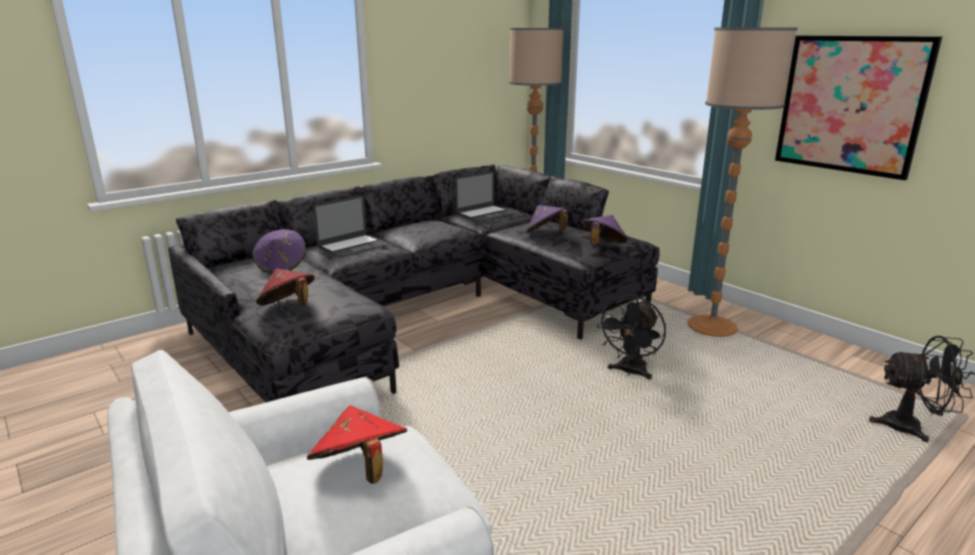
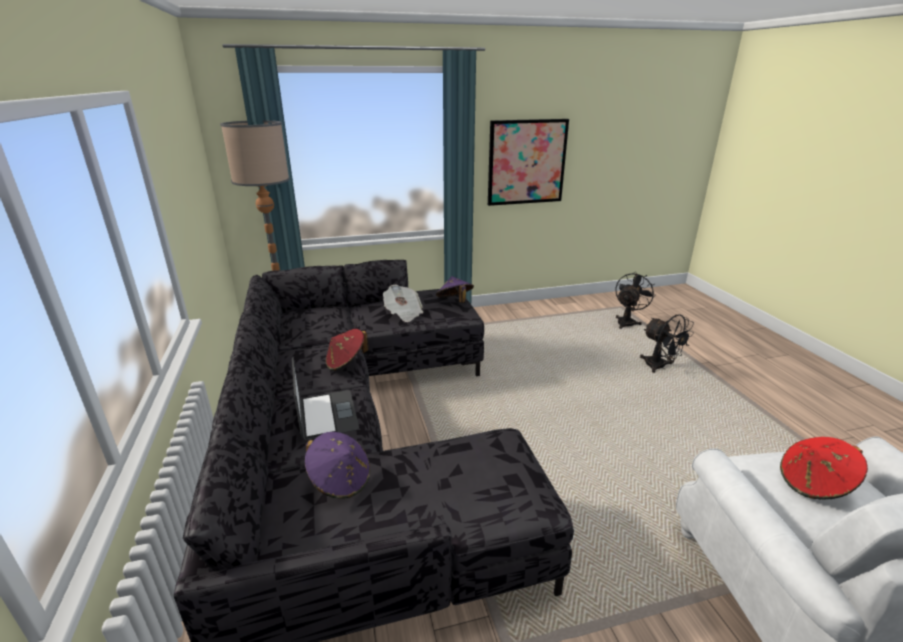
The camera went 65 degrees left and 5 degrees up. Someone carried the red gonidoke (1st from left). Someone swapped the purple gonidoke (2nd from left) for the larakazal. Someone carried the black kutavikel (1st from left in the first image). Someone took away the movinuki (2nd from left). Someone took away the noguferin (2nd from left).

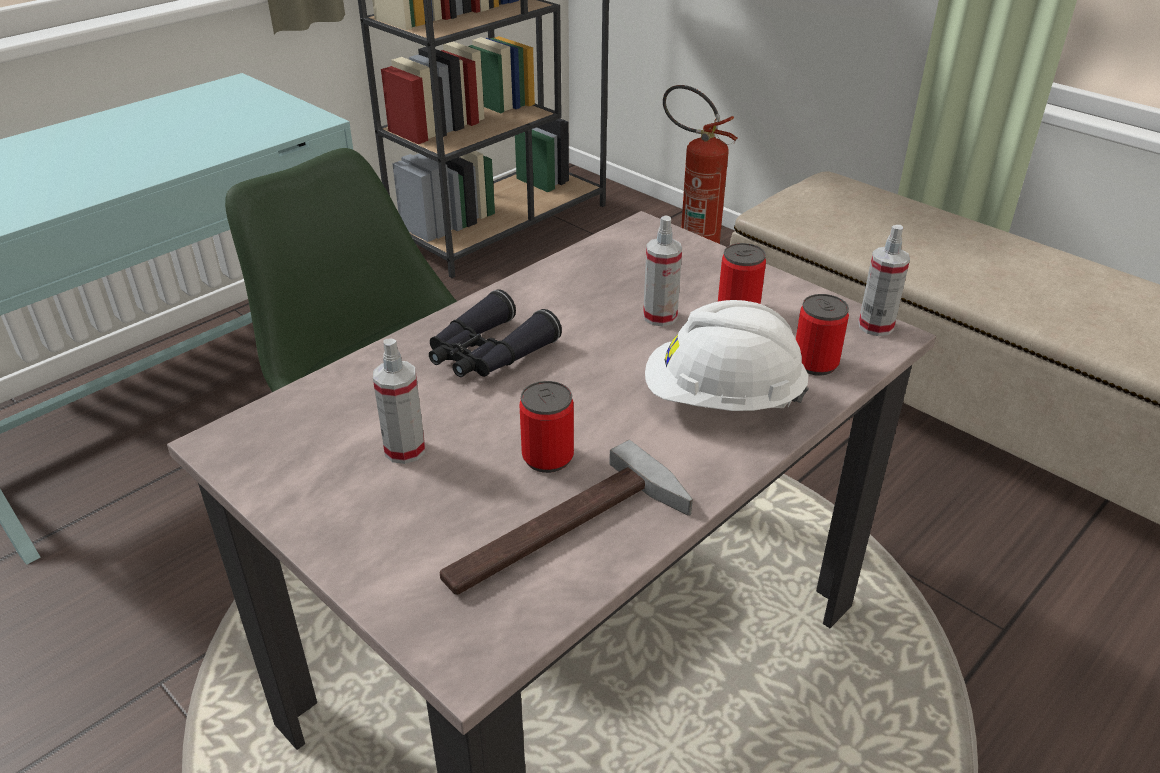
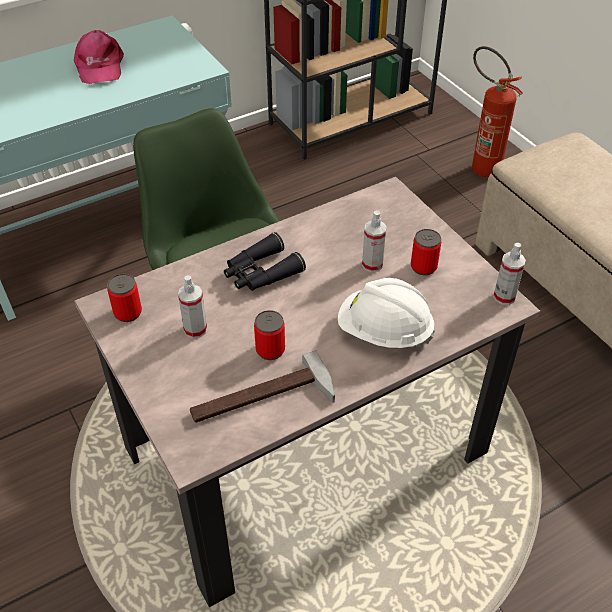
The camera went 15 degrees right and 10 degrees up. Someone put down the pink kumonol. Someone carried the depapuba (3rd from left in the first image).

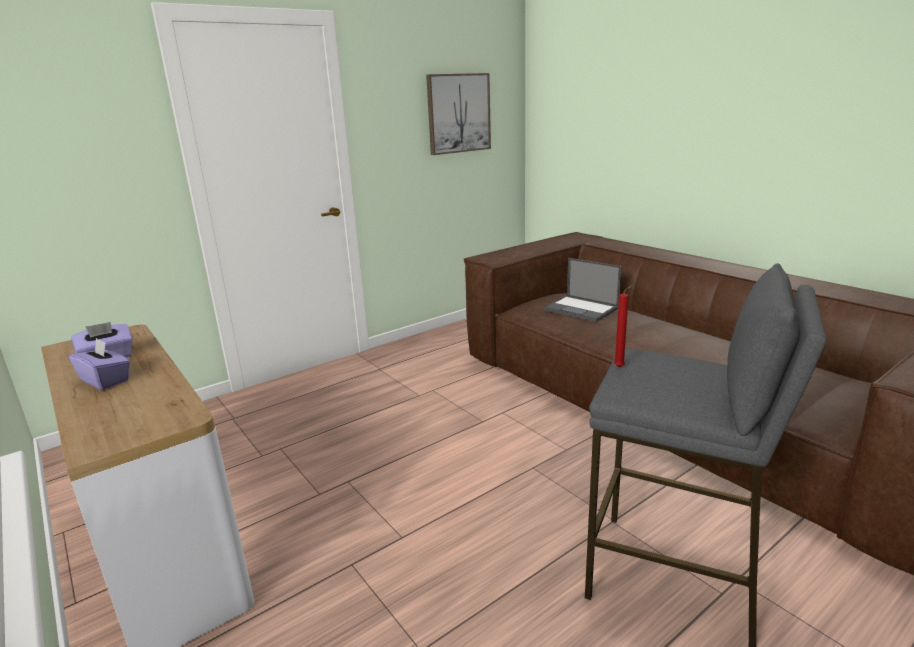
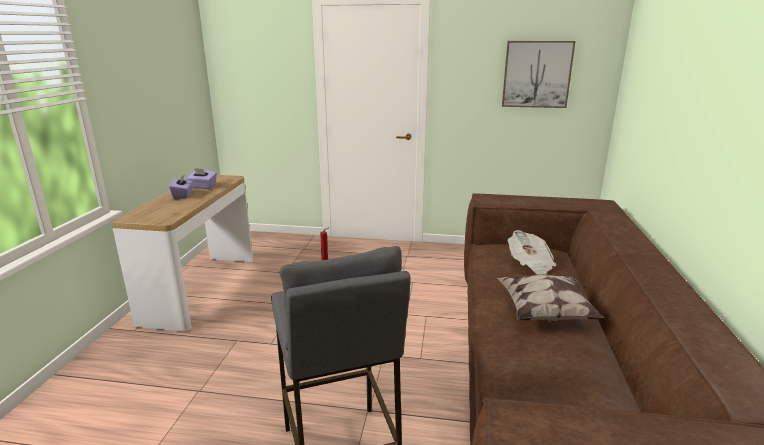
The camera went 45 degrees right and 0 degrees up. Someone put down the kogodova. Someone swapped the movinuki for the larakazal.

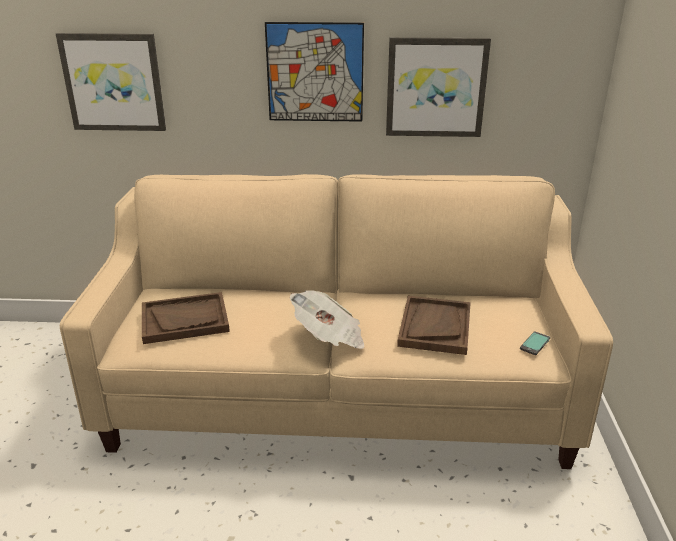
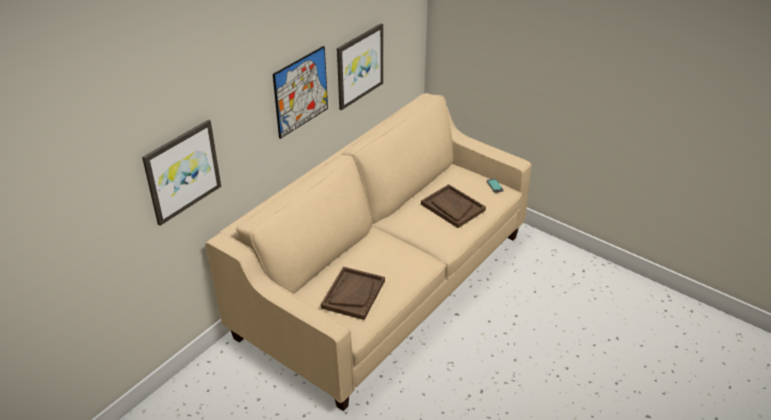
The camera went 55 degrees left and 10 degrees up. Someone took away the larakazal.

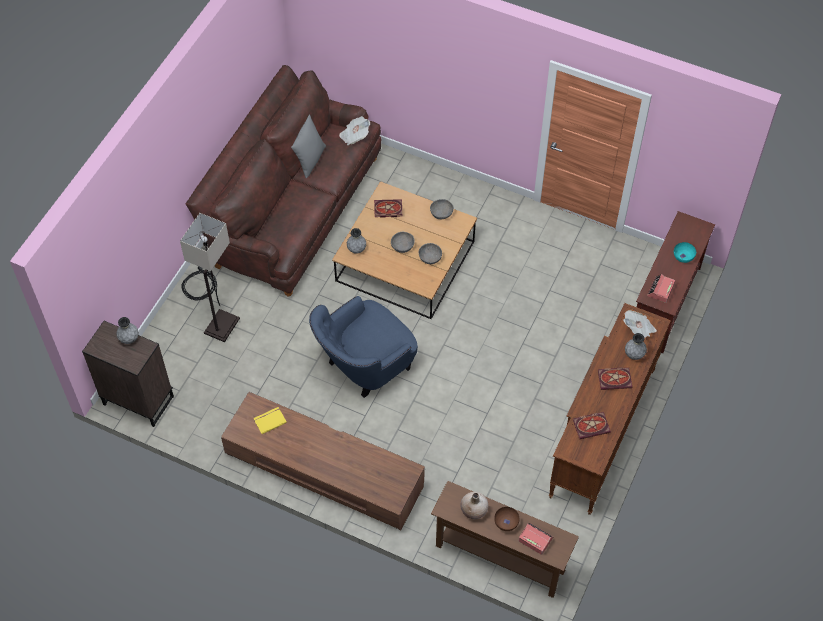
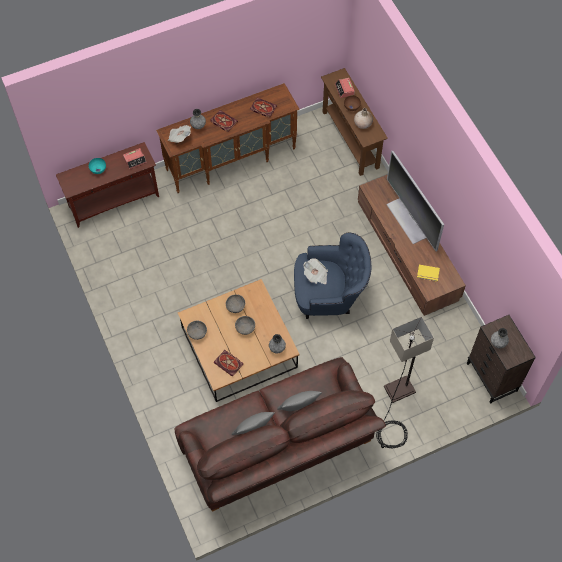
The camera went 140 degrees left and 5 degrees up. Someone put down the grey kogodova (2nd from left). Someone carried the larakazal (1st from left in the first image). Someone put down the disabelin.

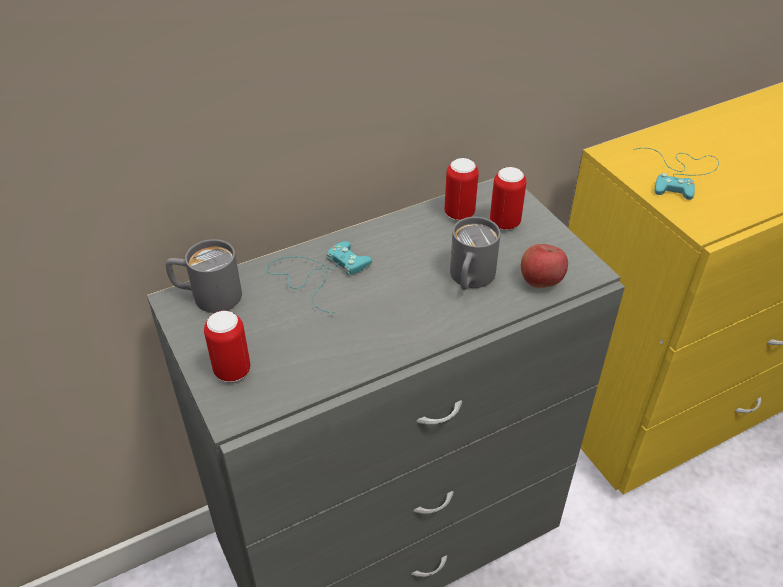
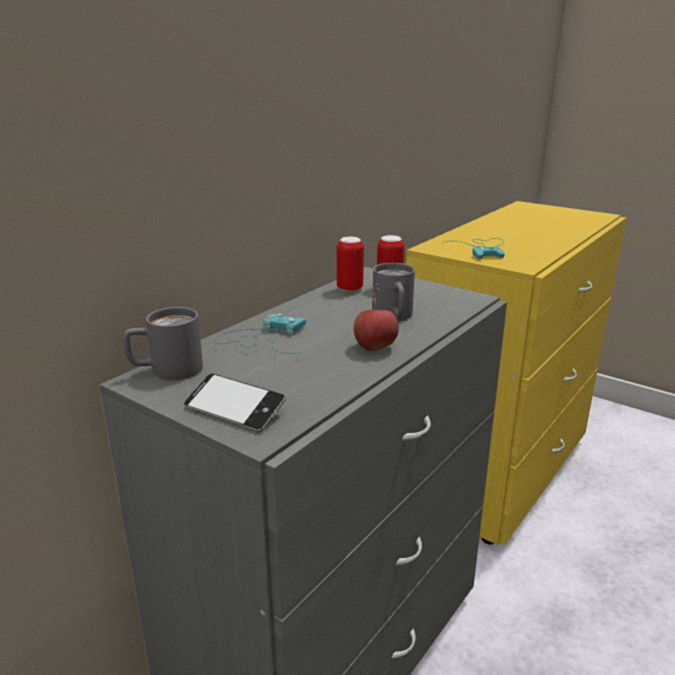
The camera went 25 degrees left and 20 degrees down. Someone swapped the depapuba (1st from left) for the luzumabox. Someone carried the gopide.

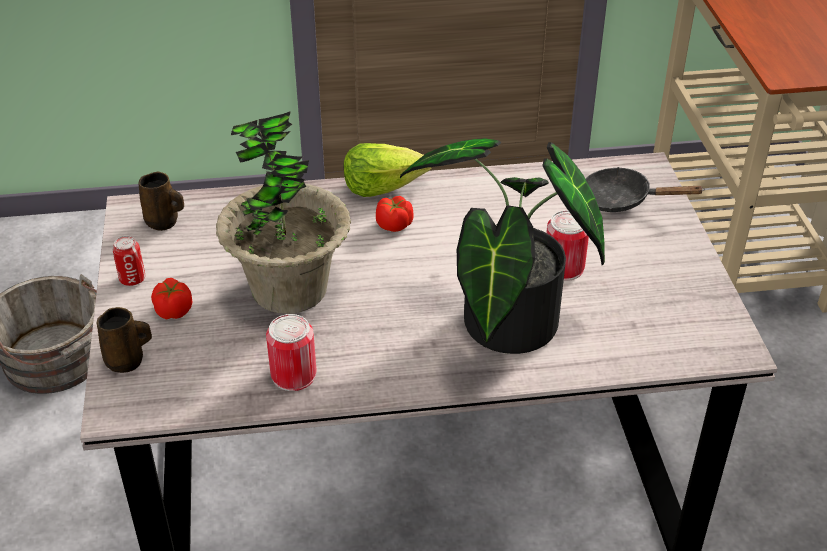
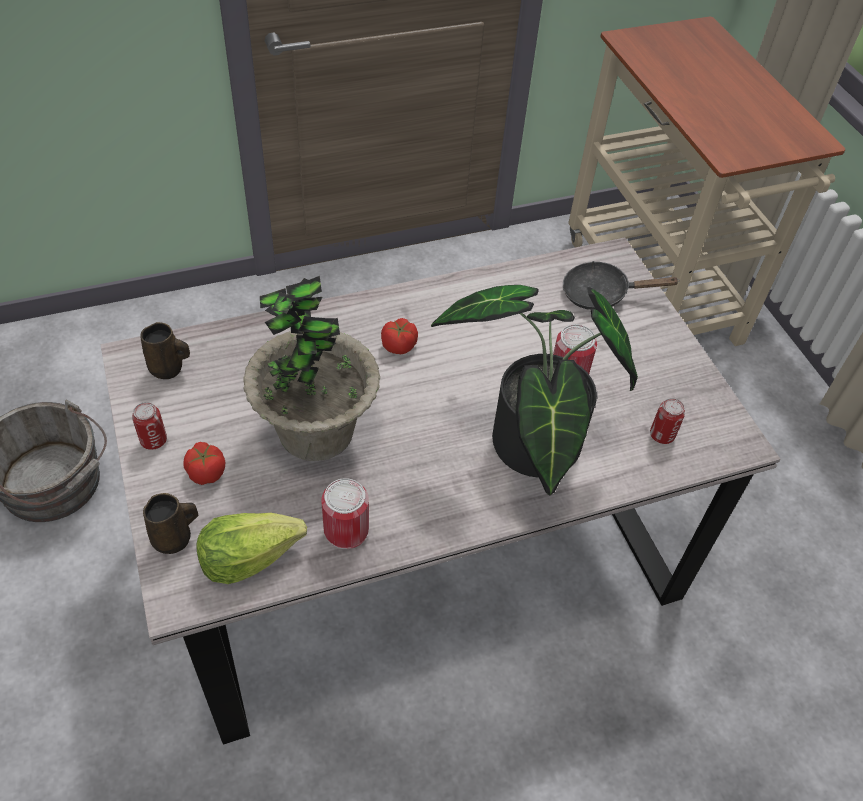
The camera went 15 degrees left and 10 degrees up. Someone carried the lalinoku. Someone put down the depapuba (4th from left).

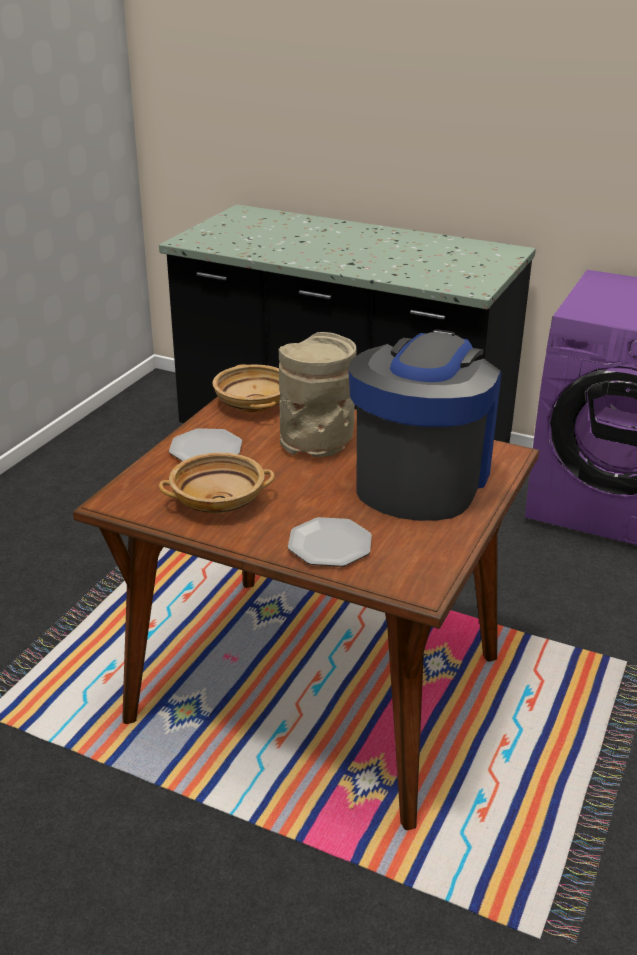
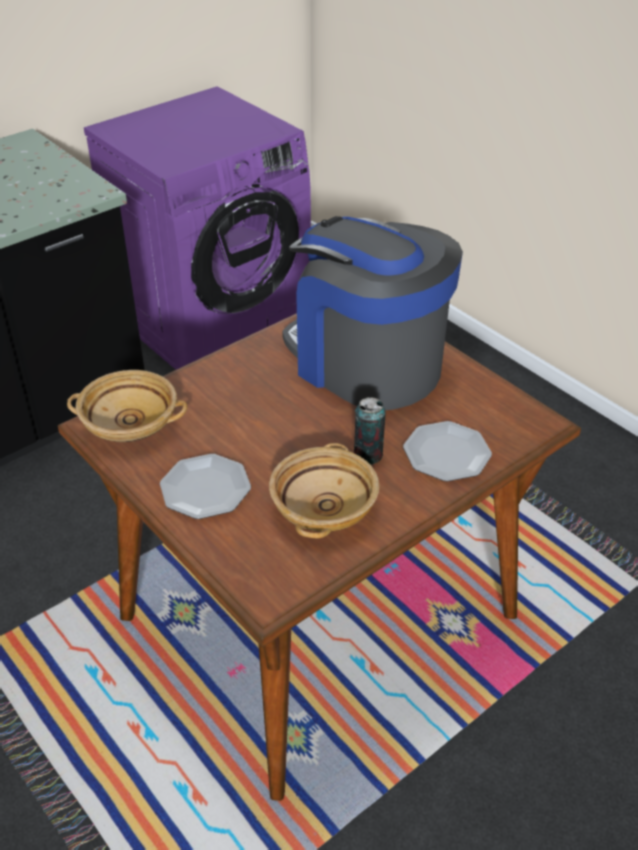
The camera went 65 degrees left and 10 degrees up. Someone put down the depapuba. Someone took away the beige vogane.

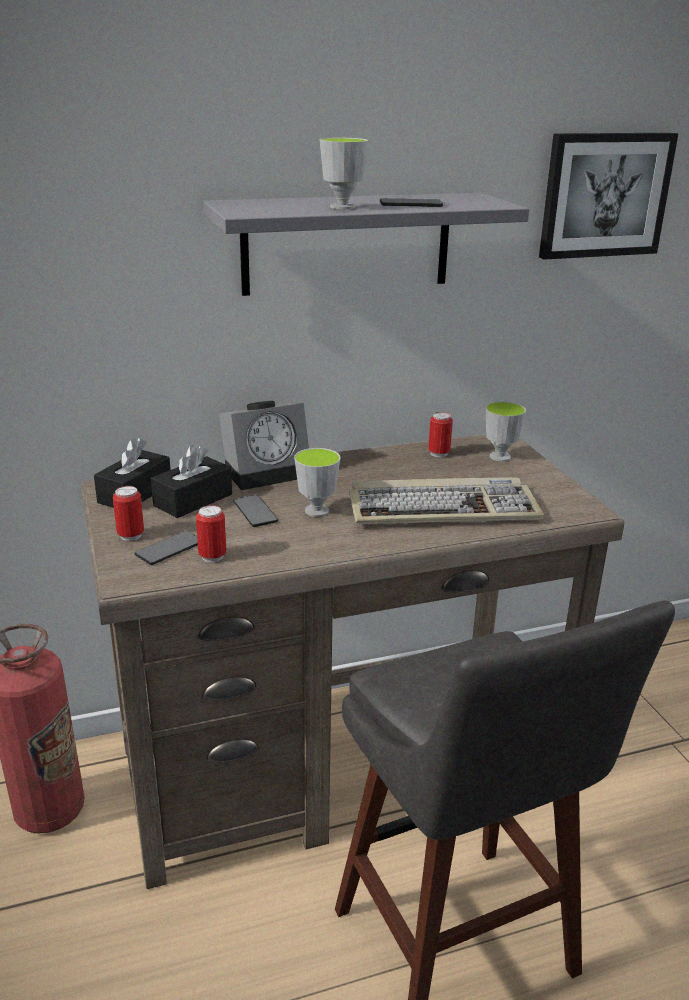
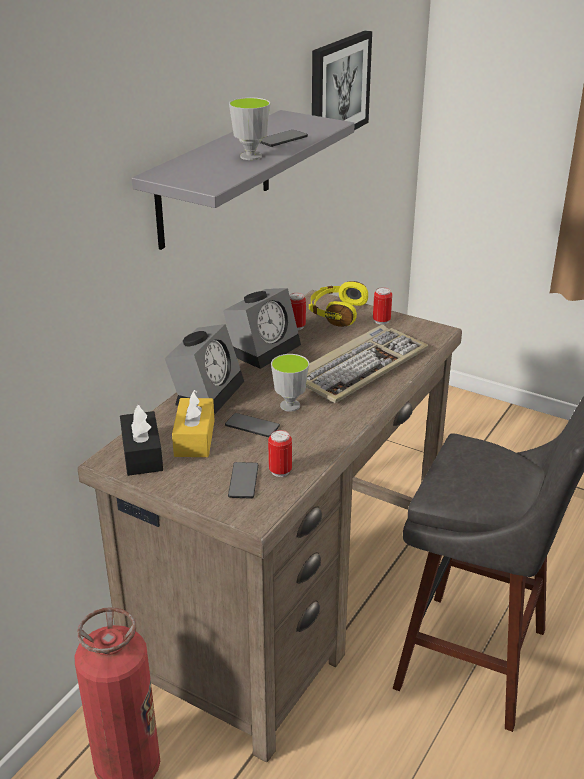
The camera went 40 degrees left and 5 degrees up. Someone repainted the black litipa (2nd from left), which became the yellow litipa. Someone put down the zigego (2nd from left). Someone swapped the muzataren (3rd from left) for the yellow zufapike. Someone carried the depapuba (1st from left in the first image).

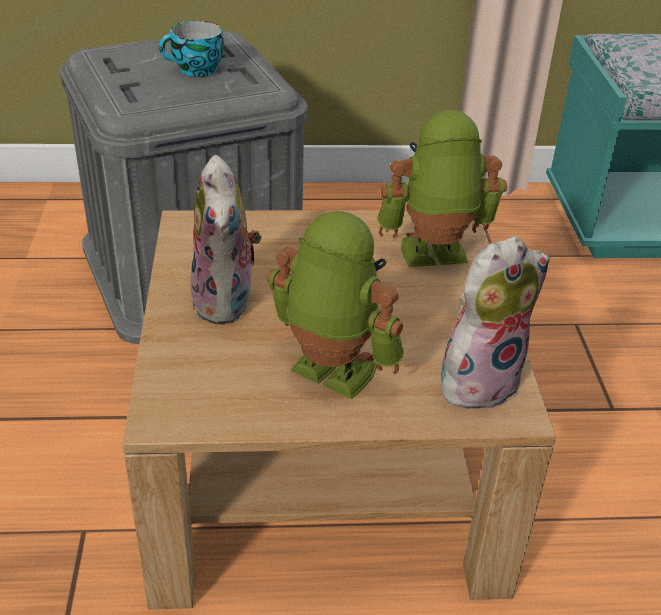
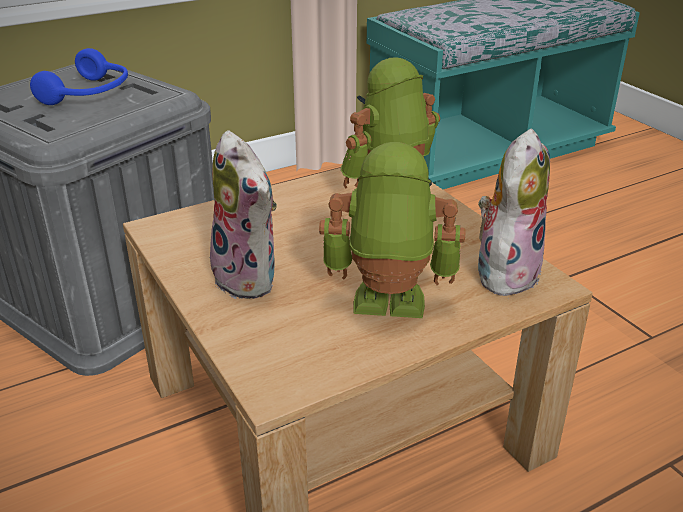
The camera went 25 degrees left and 5 degrees down. Someone swapped the muzataren for the blue zufapike.

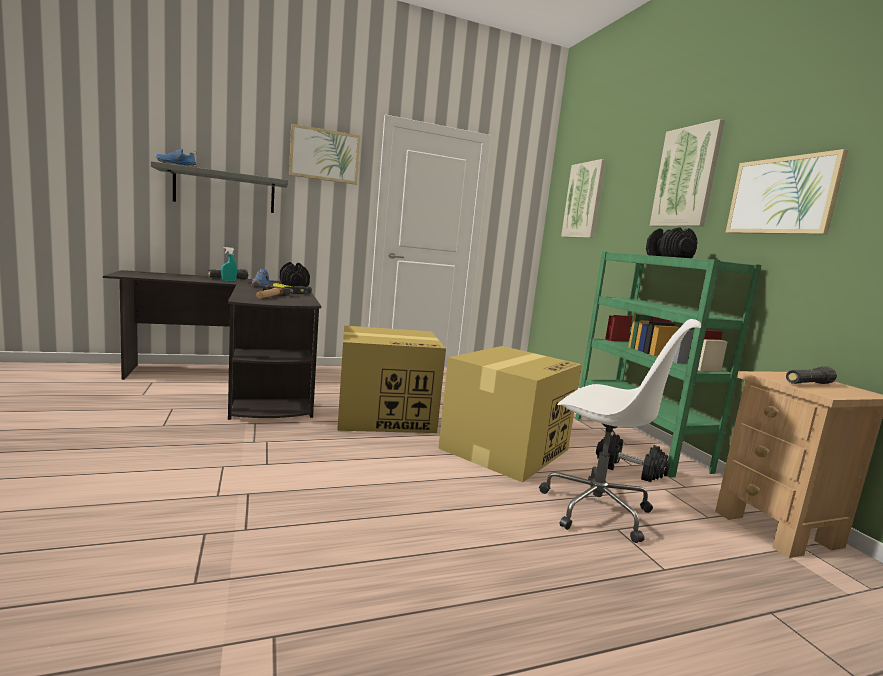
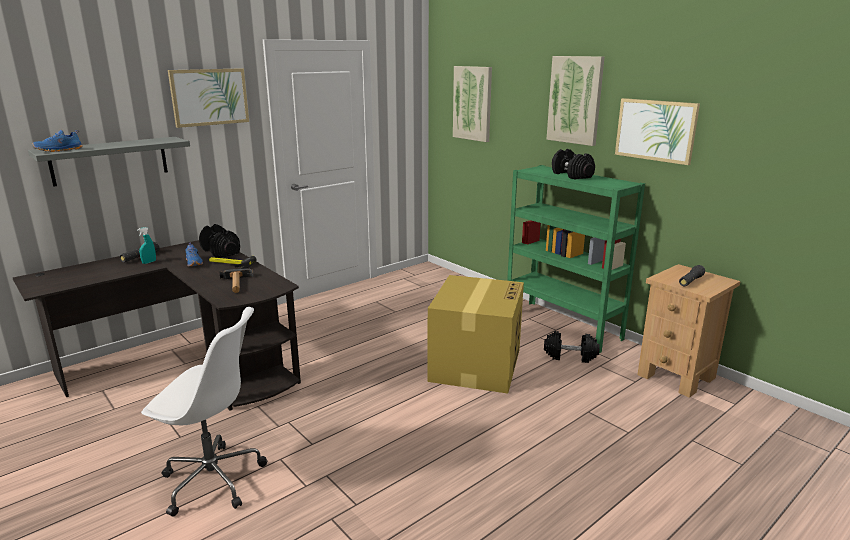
The camera went 20 degrees left and 10 degrees up. Someone carried the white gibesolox. Someone took away the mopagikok (1st from left).

